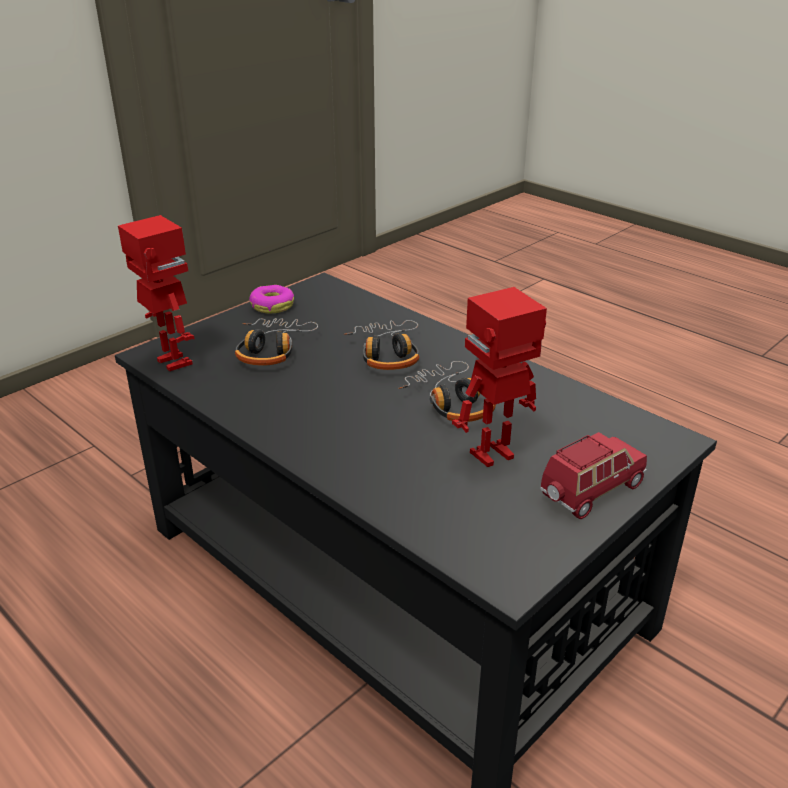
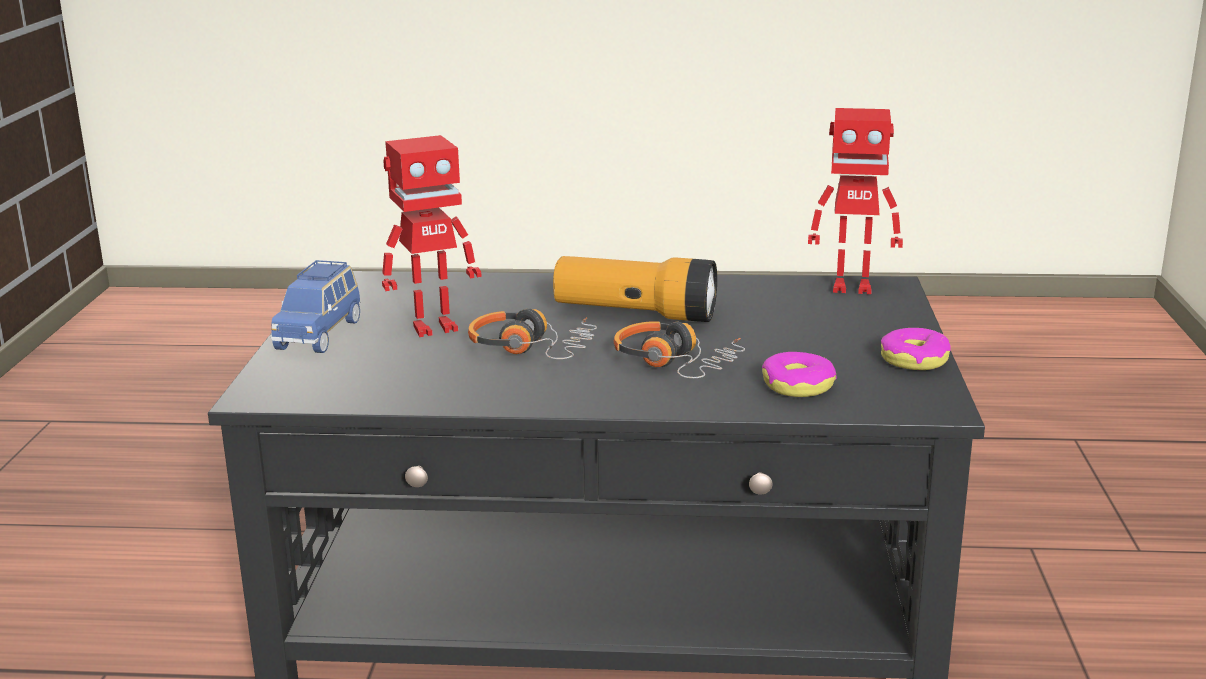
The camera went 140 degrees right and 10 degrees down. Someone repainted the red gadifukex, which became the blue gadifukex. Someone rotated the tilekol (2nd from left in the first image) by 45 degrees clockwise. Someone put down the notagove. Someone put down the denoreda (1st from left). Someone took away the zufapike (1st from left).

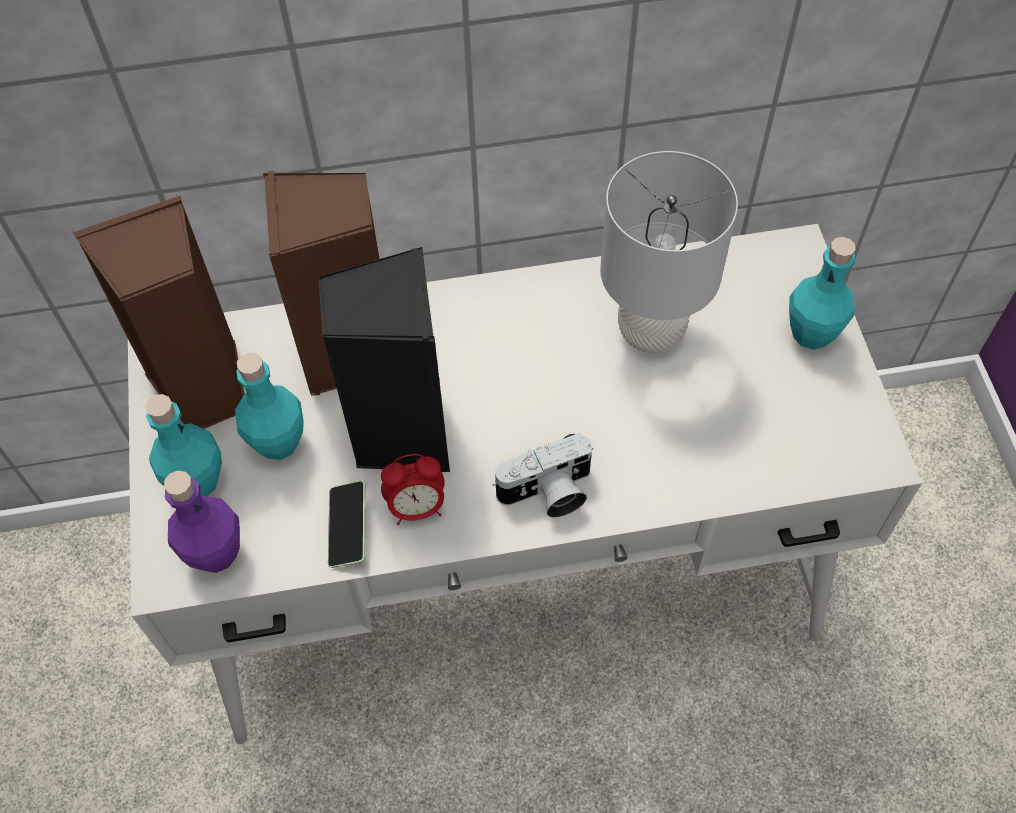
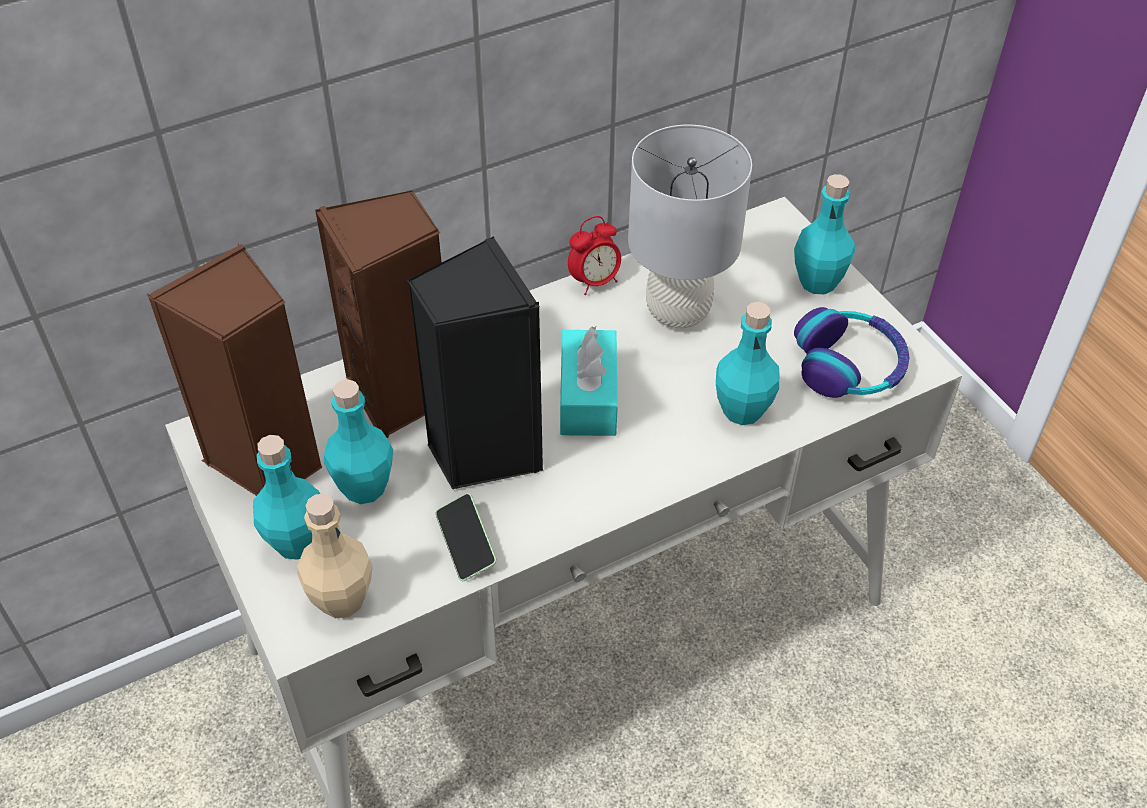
The camera went 20 degrees left and 10 degrees down. Someone repainted the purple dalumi, which became the beige dalumi. Someone put down the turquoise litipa. Someone carried the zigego. Someone put down the turquoise dalumi (3rd from left). Someone put down the zufapike. Someone took away the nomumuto.

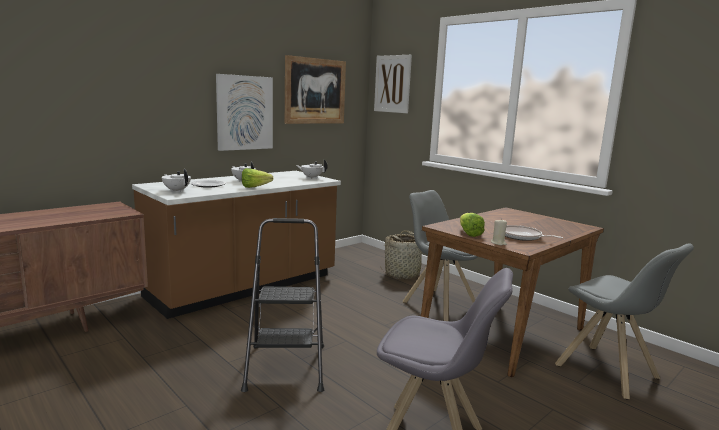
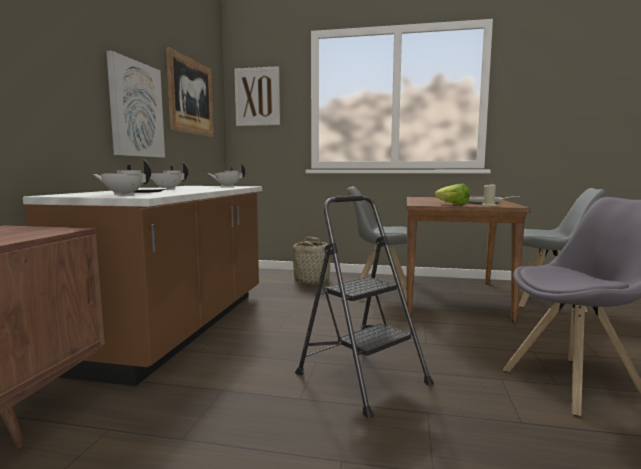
The camera went 35 degrees left and 5 degrees down. Someone took away the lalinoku (1st from left).

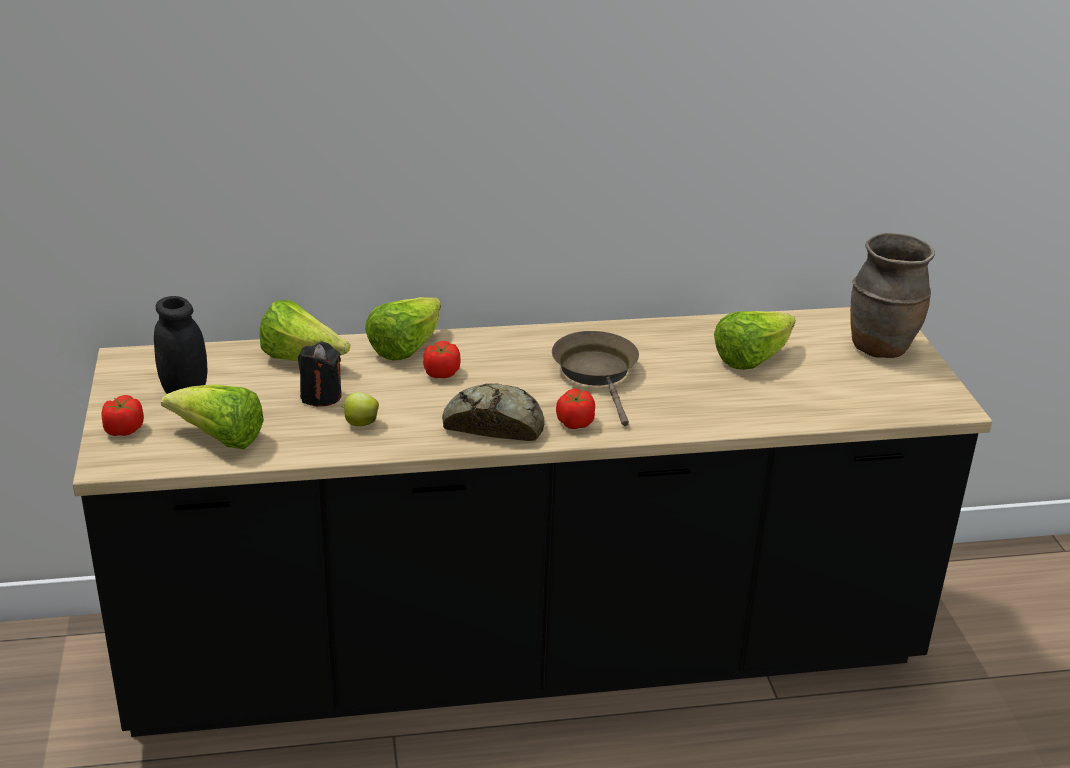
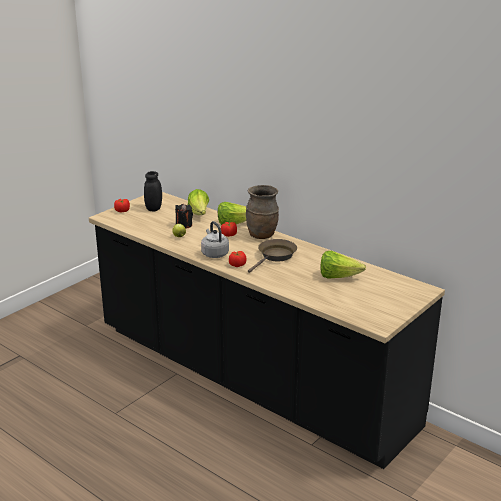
The camera went 50 degrees right and 5 degrees down. Someone swapped the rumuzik for the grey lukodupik. Someone carried the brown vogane. Someone took away the lalinoku (1st from left).

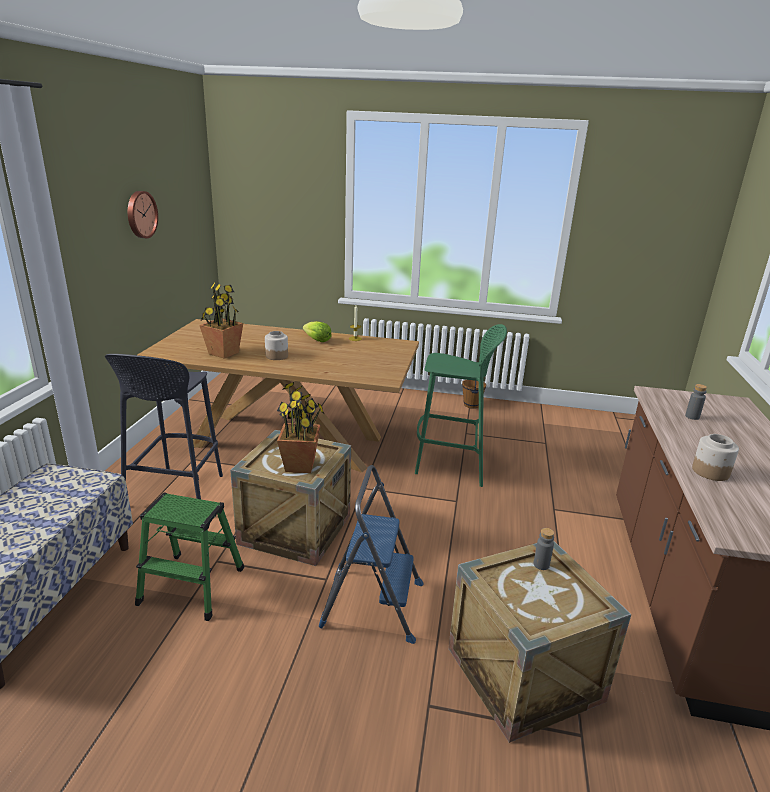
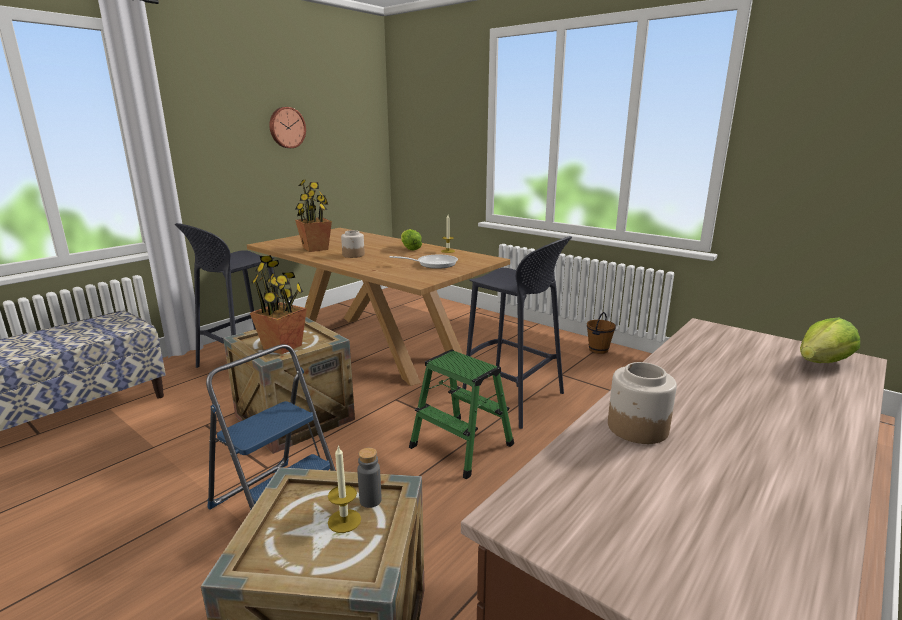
The camera went 30 degrees right and 5 degrees down. Someone put down the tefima (1st from left). Someone put down the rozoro. Someone carried the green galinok. Someone repainted the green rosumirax, which became the grey rosumirax (2nd from left). Someone put down the lalinoku (2nd from left). Someone took away the grey dalumi (2nd from left).

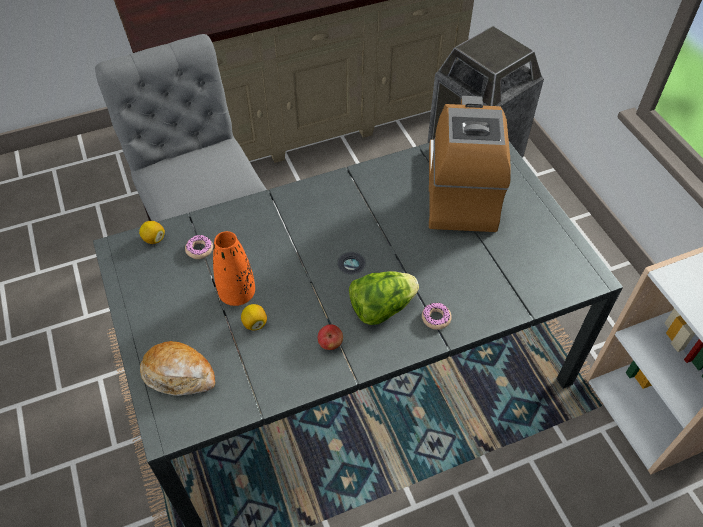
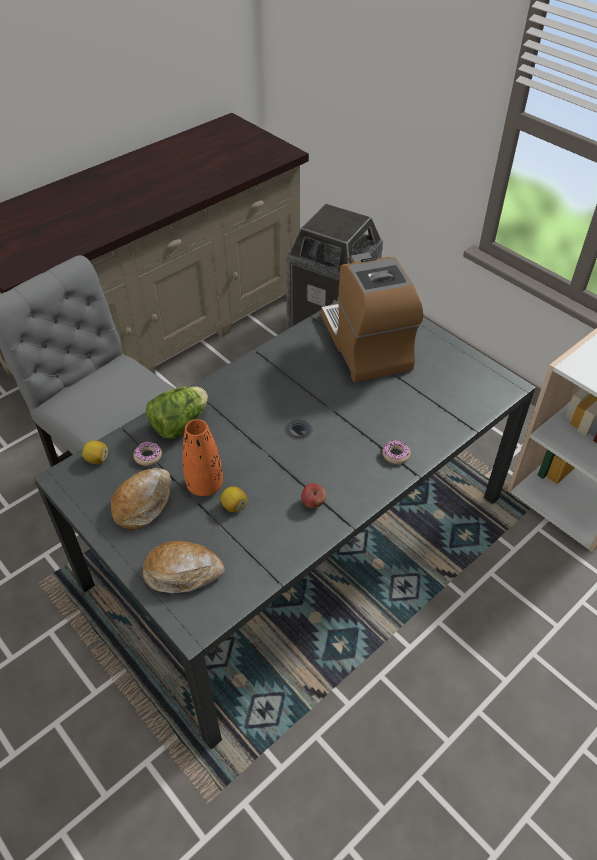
The camera went 20 degrees left and 5 degrees down. Someone put down the rumuzik (1st from left). Someone carried the lalinoku.

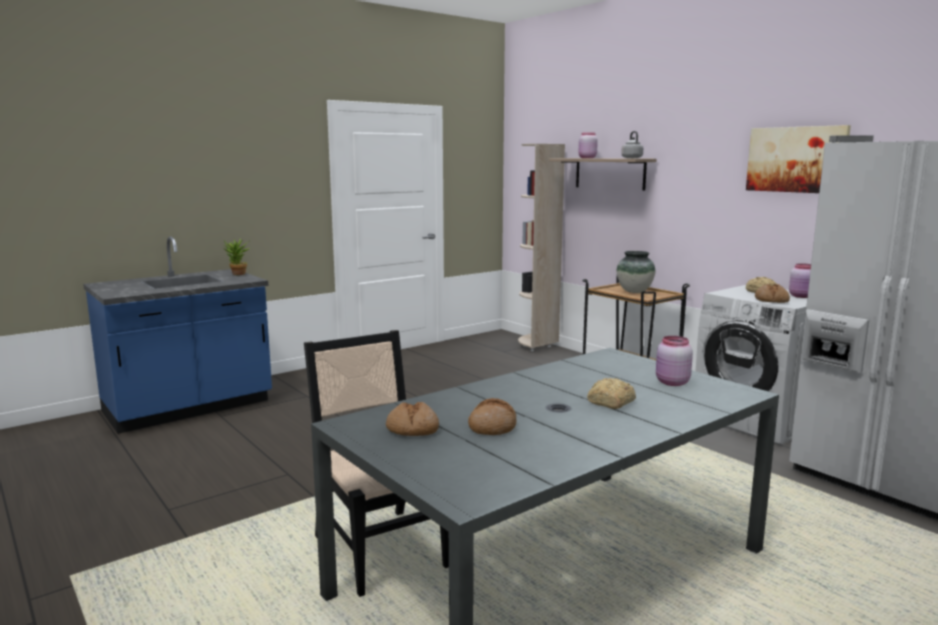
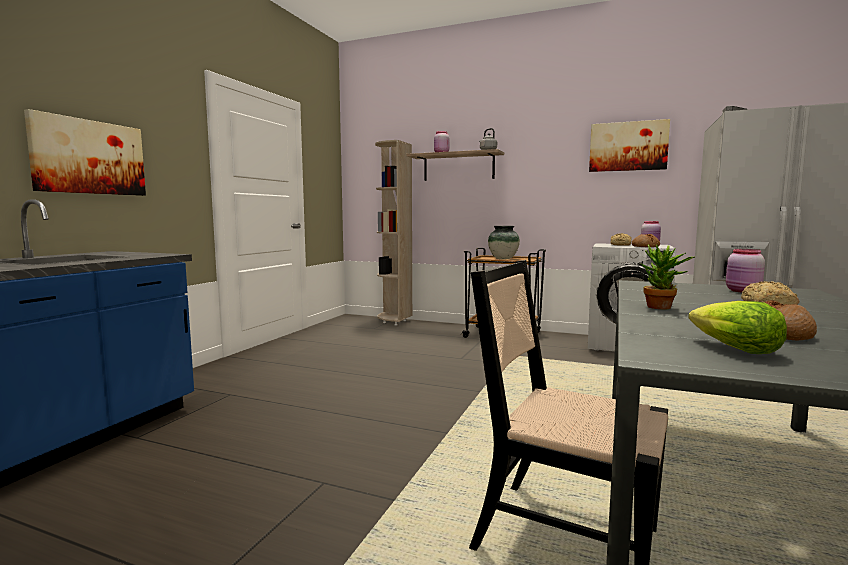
The camera went 30 degrees left and 5 degrees down. Someone put up the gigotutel (1st from left). Someone carried the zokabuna. Someone swapped the rumuzik (1st from left) for the lalinoku.

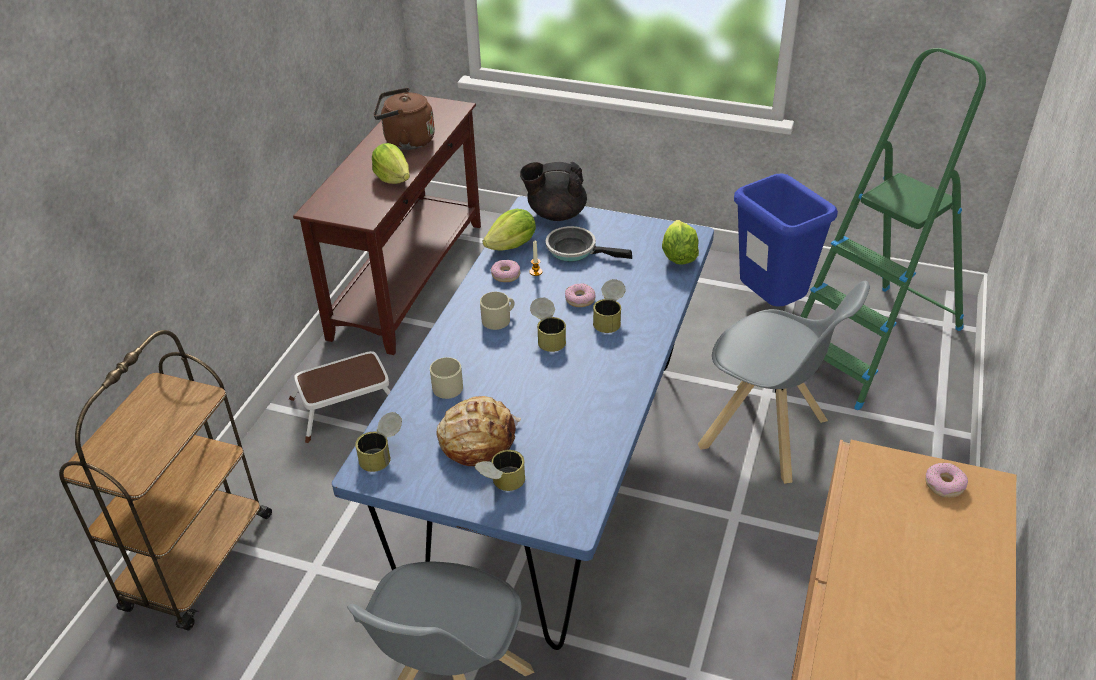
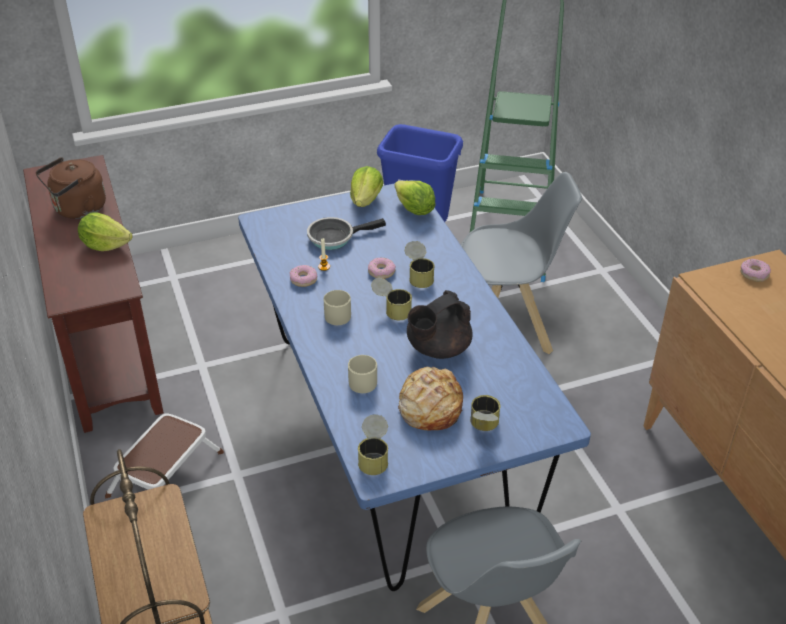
The camera went 40 degrees left and 0 degrees up. Someone carried the lalinoku (2nd from left). Someone carried the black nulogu.

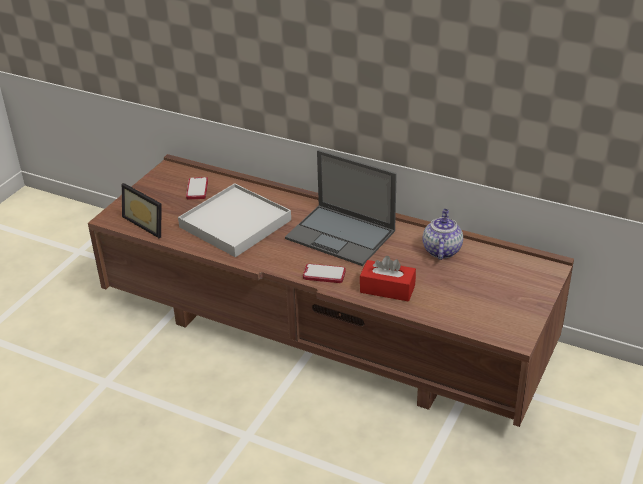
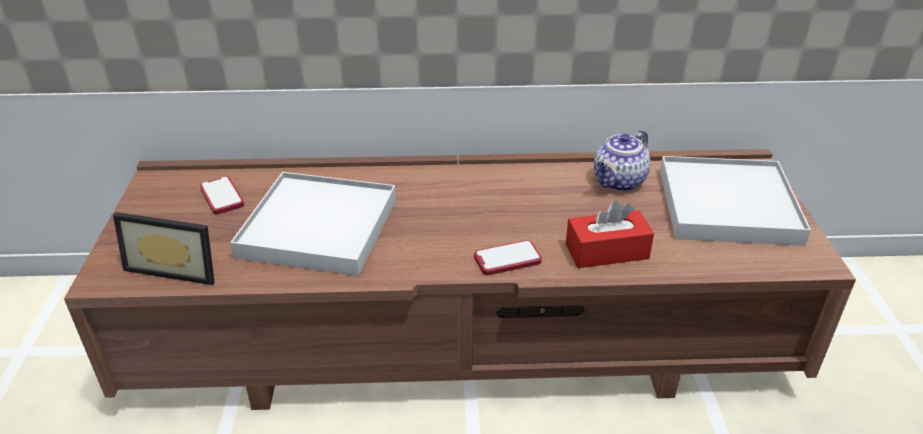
The camera went 30 degrees left and 0 degrees up. Someone rotated the nulogu by 120 degrees counterclockwise. Someone put down the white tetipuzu (2nd from left). Someone took away the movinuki.

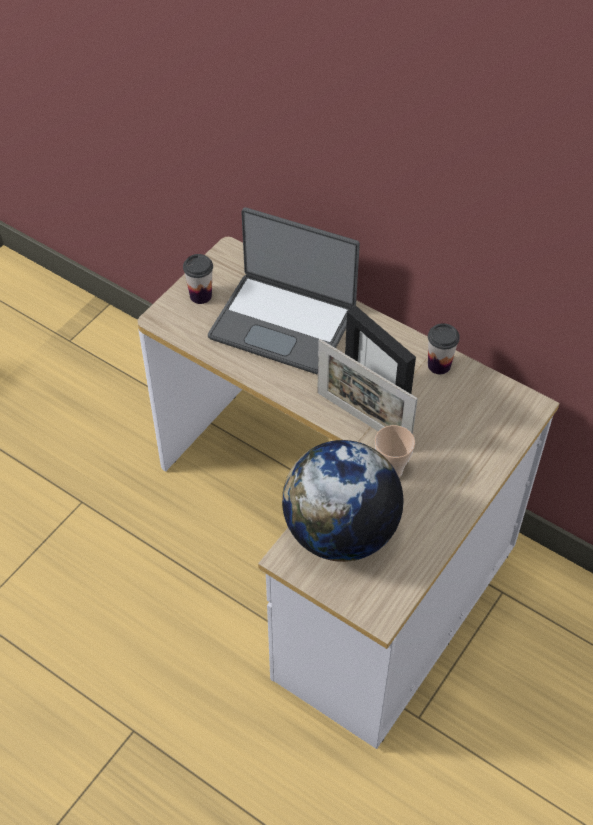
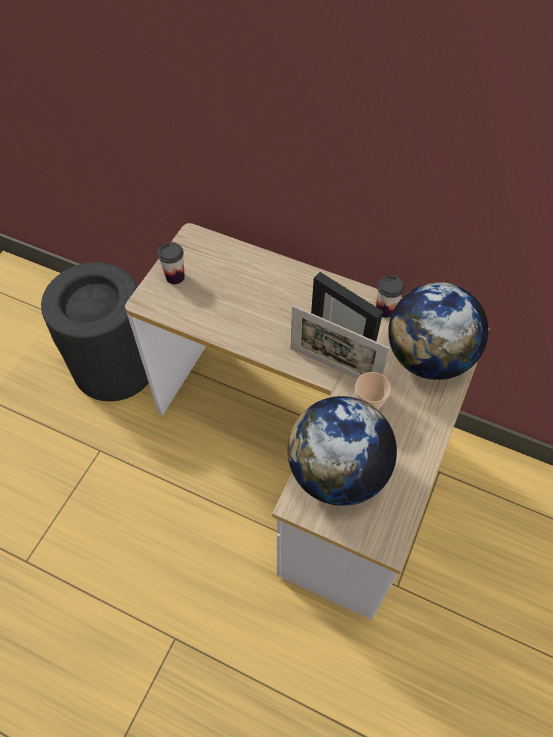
The camera went 10 degrees left and 5 degrees up. Someone put down the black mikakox. Someone put down the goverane (2nd from left). Someone took away the movinuki.

